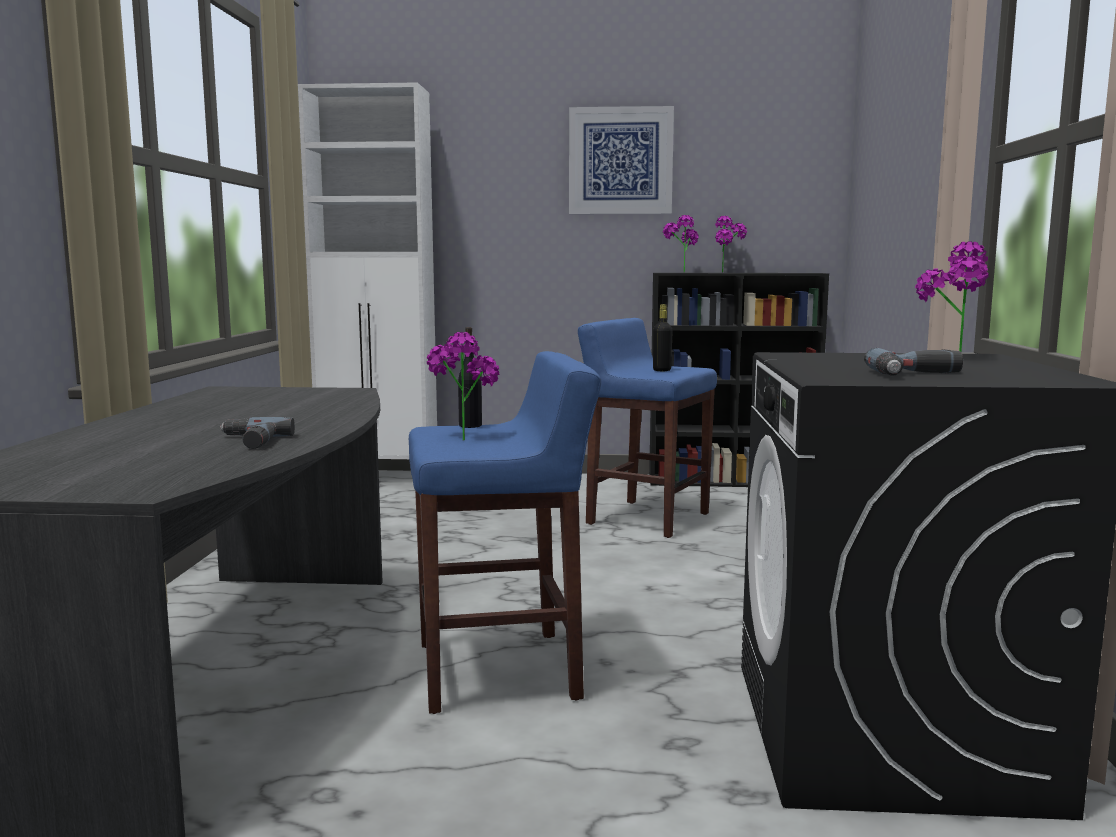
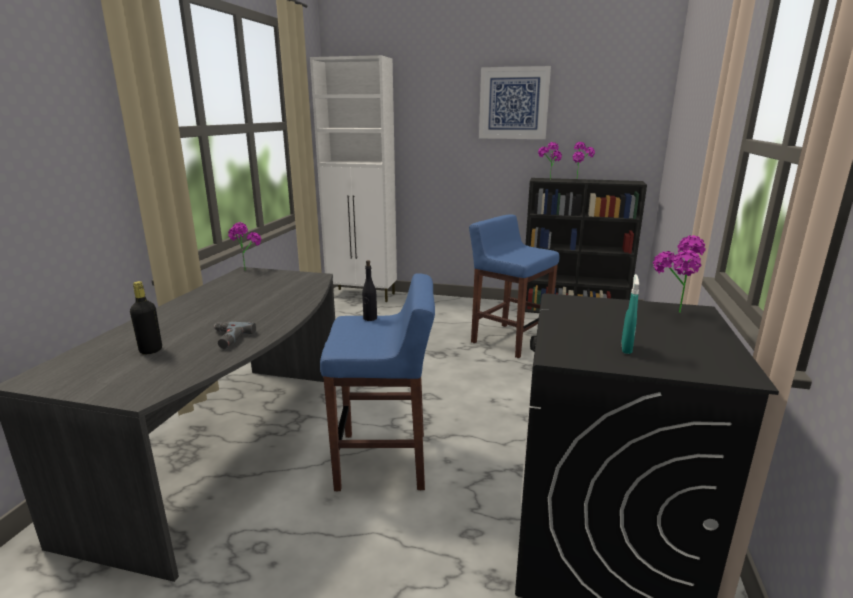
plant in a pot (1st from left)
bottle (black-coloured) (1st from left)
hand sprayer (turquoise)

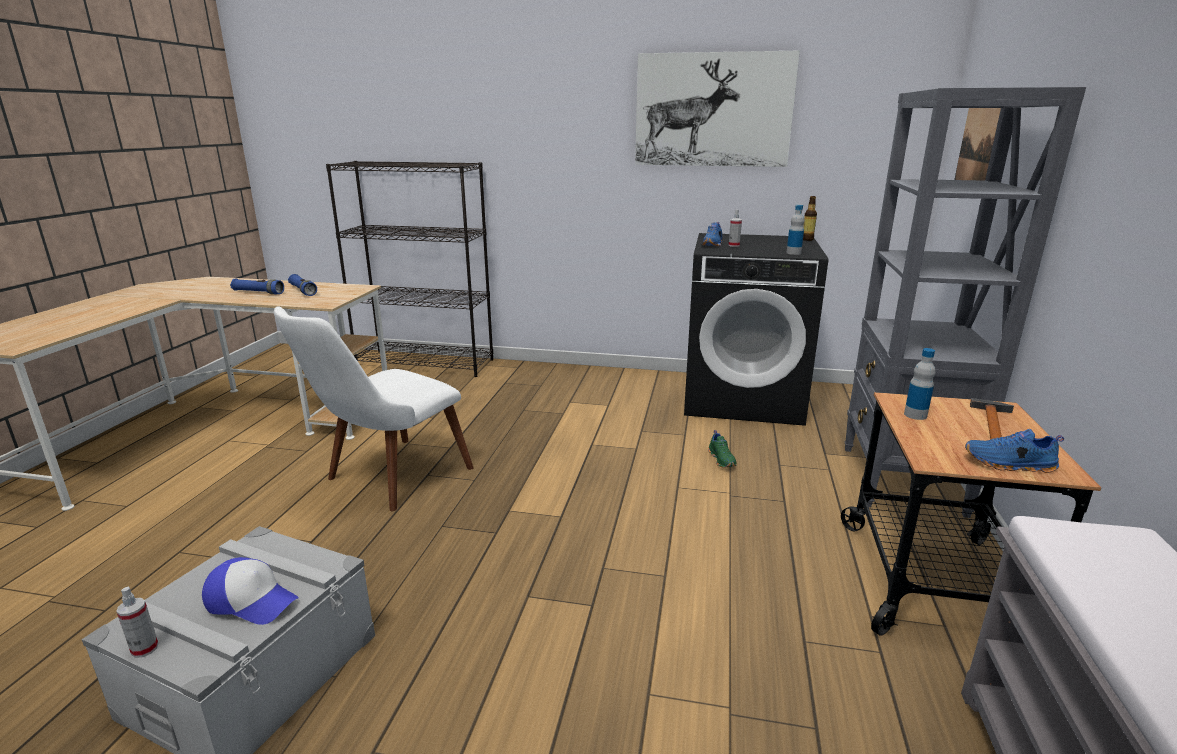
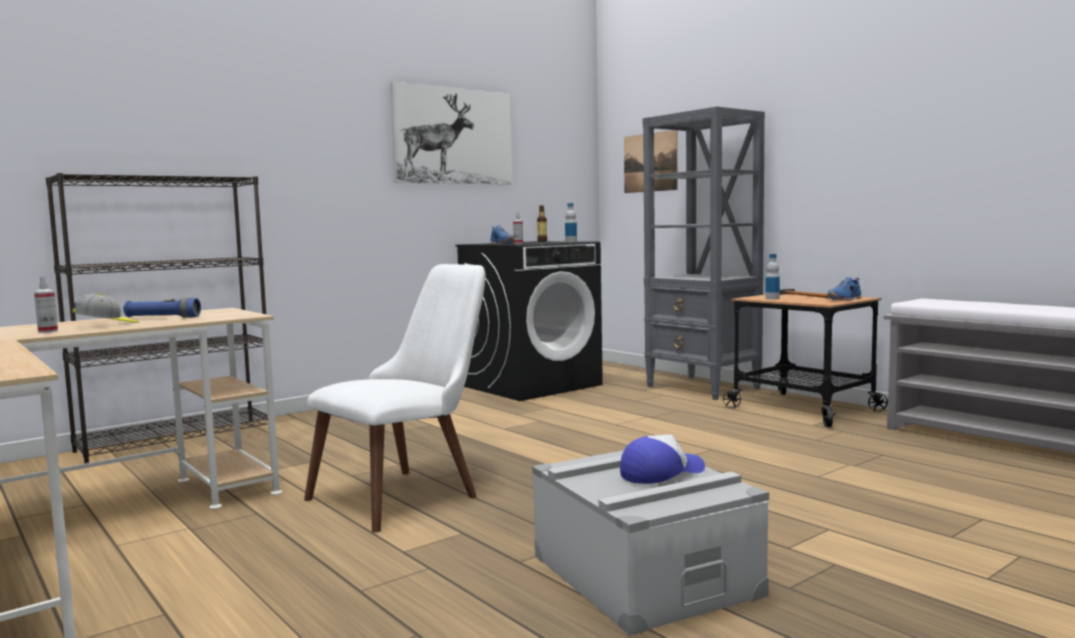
low shoe (greenish)
hand sprayer (1st from left)
cap (1st from left)
chair (white)

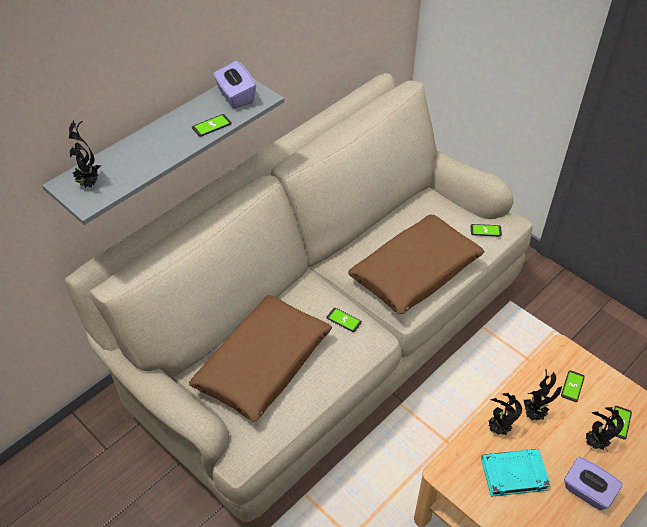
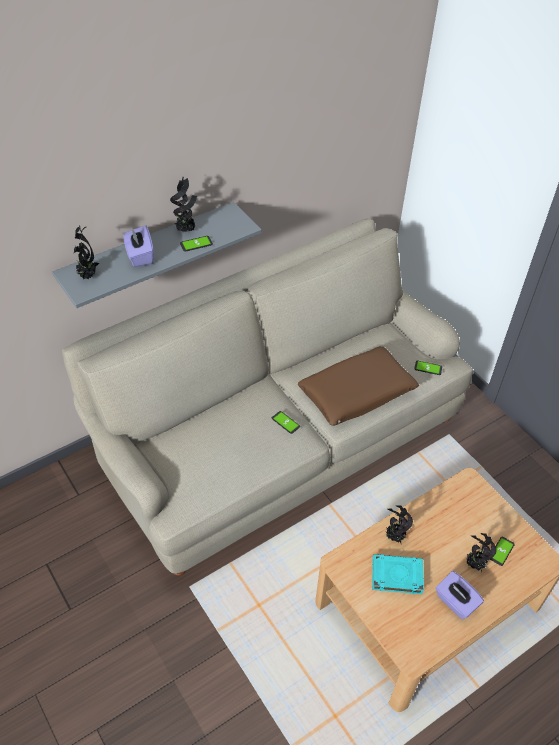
cushion (brown-coloured) (1st from left in the first image)
phone (4th from left in the first image)
tissue holder (purple-coloured) (1st from left)
plant in a pot (2nd from left)

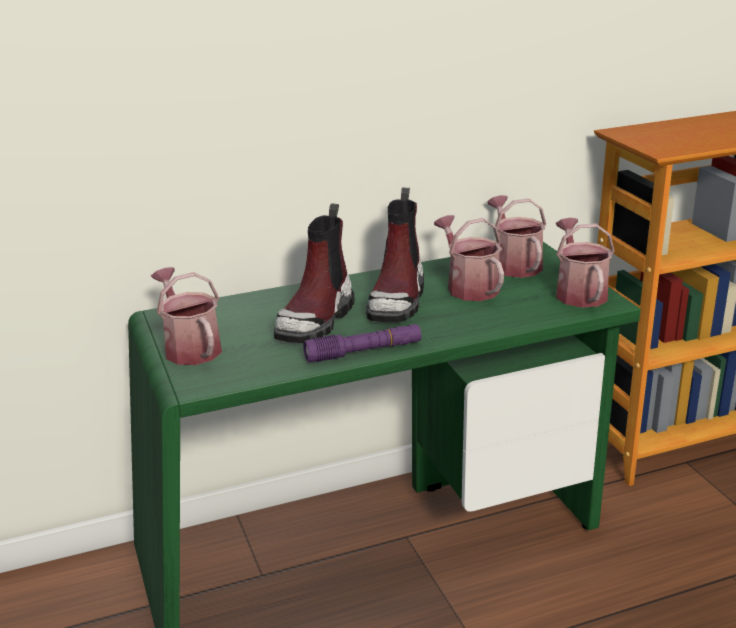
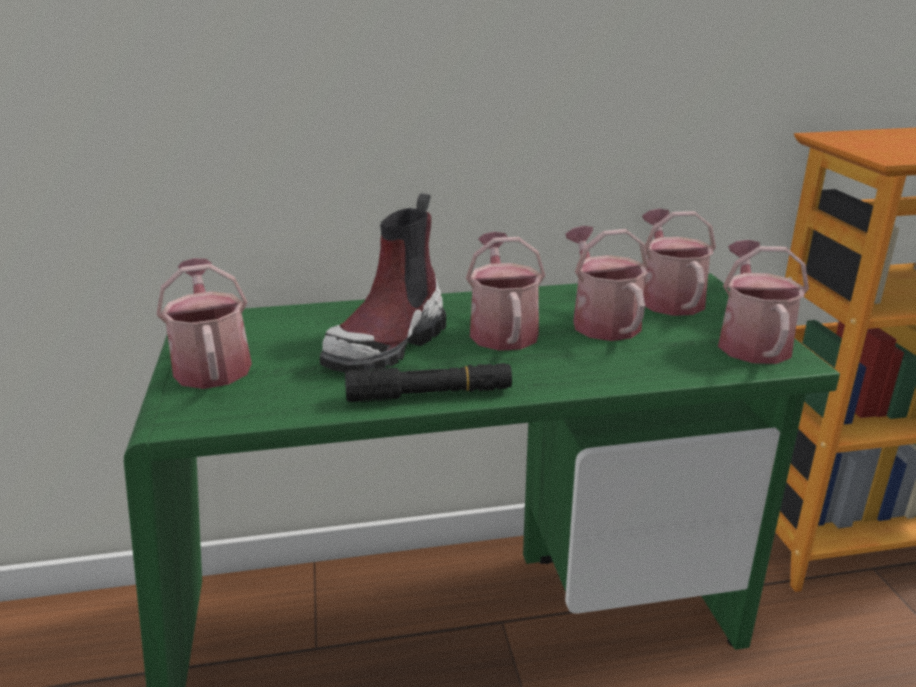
watering can (2nd from left)
torch (black-coloured)

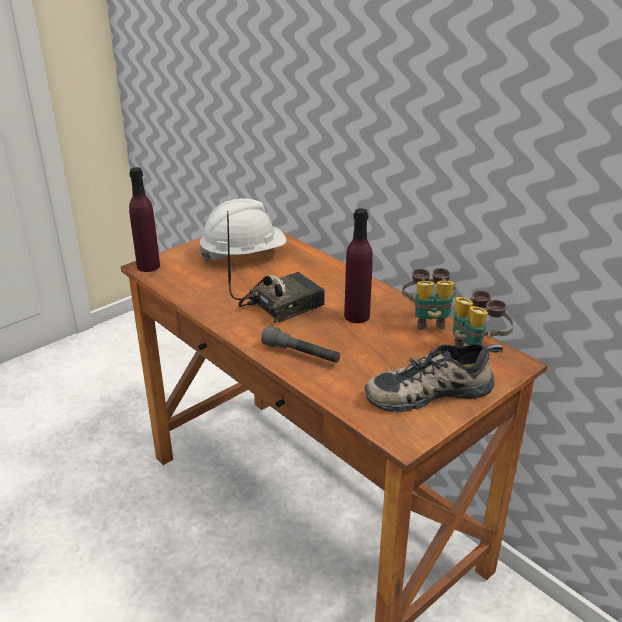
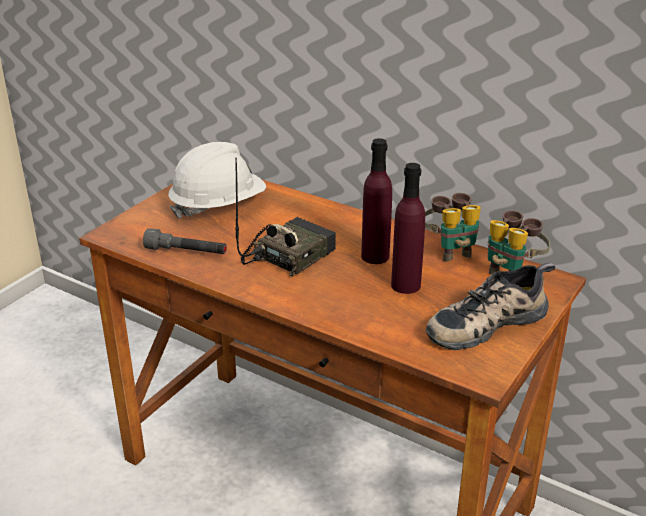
bottle (purple-coloured) (2nd from left)
torch (grey)

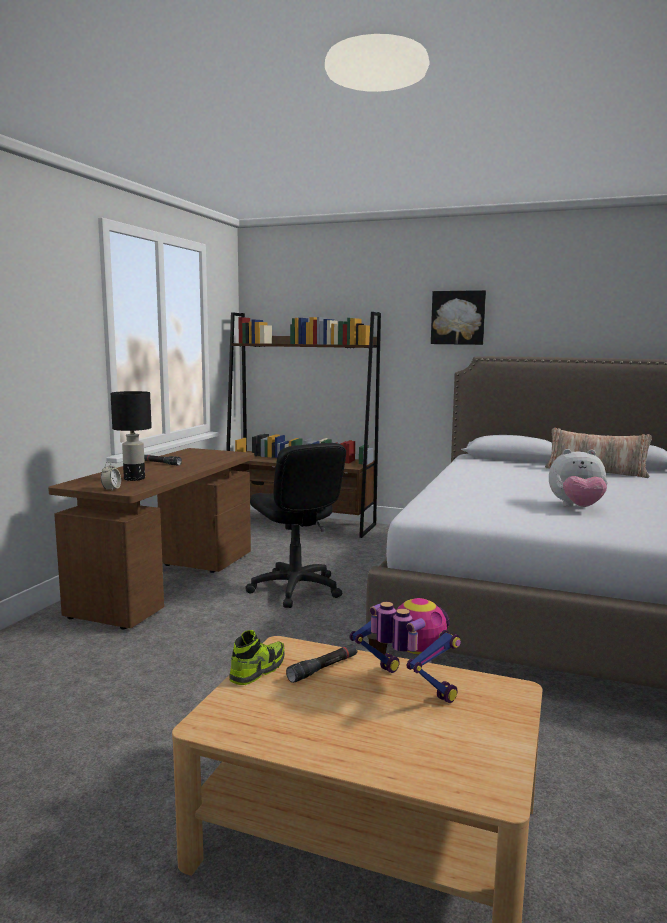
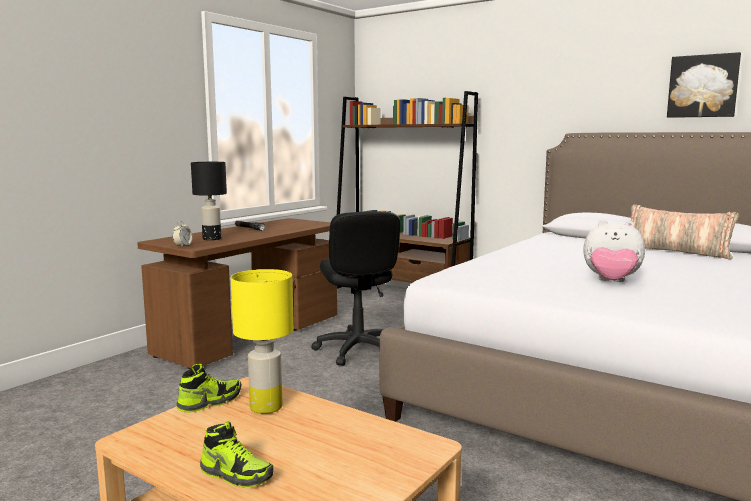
model robot
low shoe (2nd from left)
wall art
tabletop lamp (yellow-coloured)

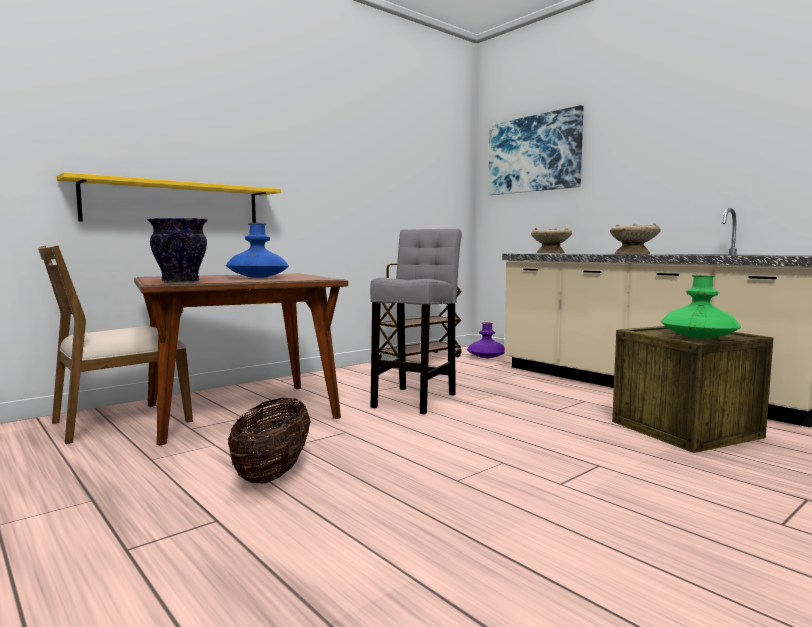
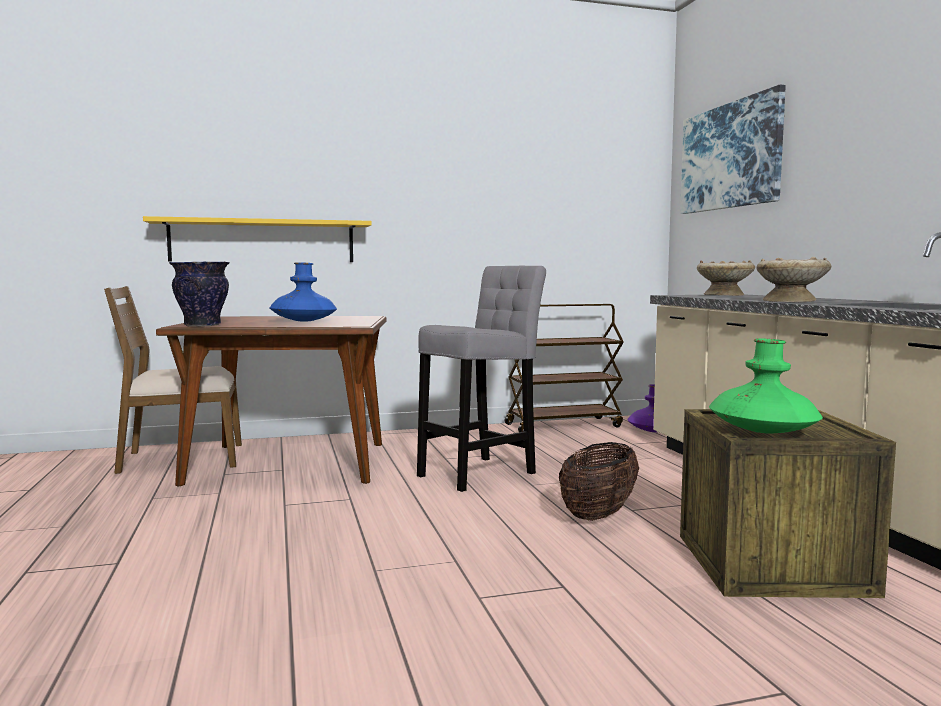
storage basket

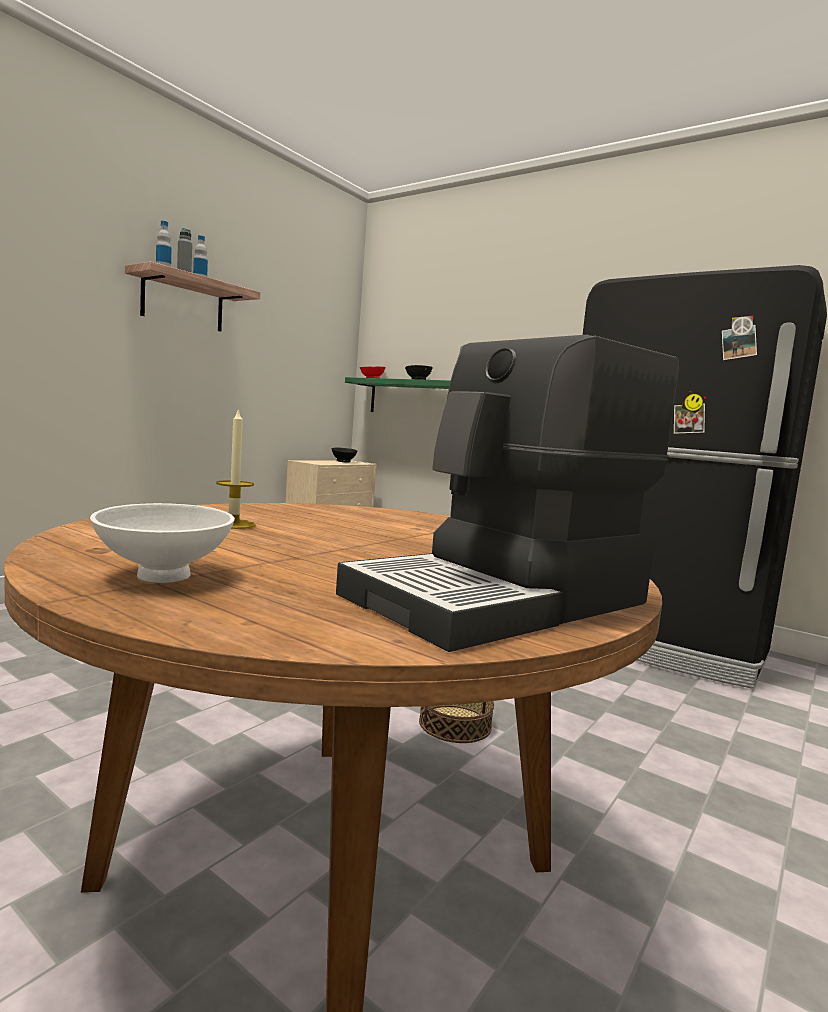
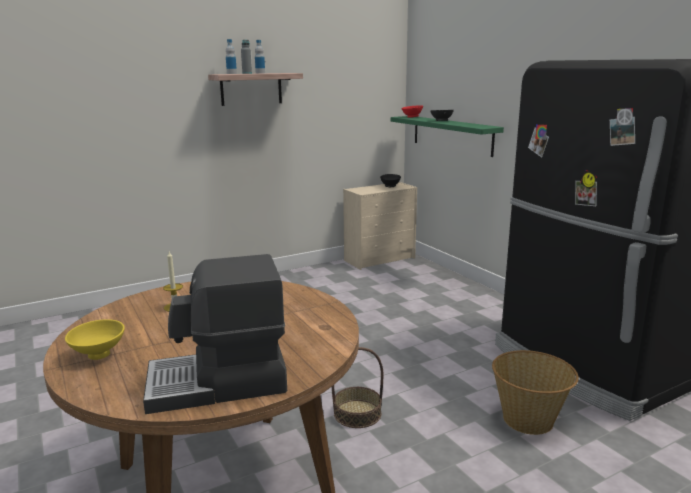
storage basket (2nd from left)
deep dish (yellow-coloured)

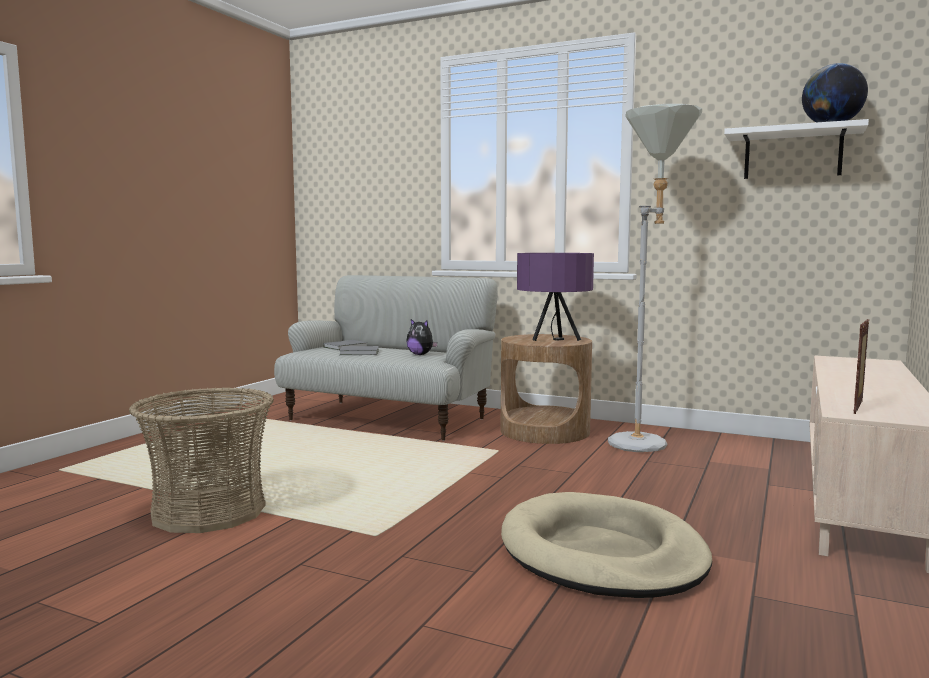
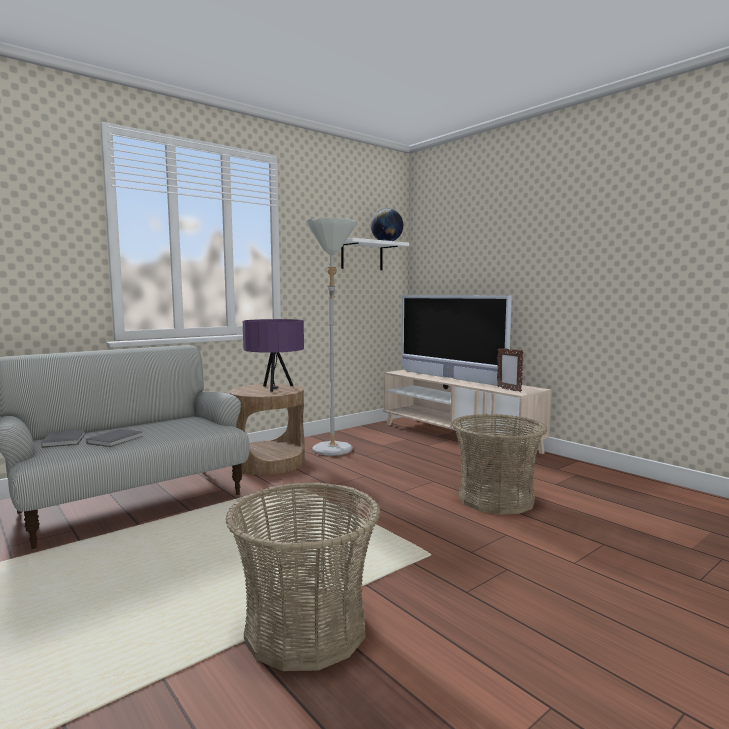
soft toy
TV
storage basket (2nd from left)

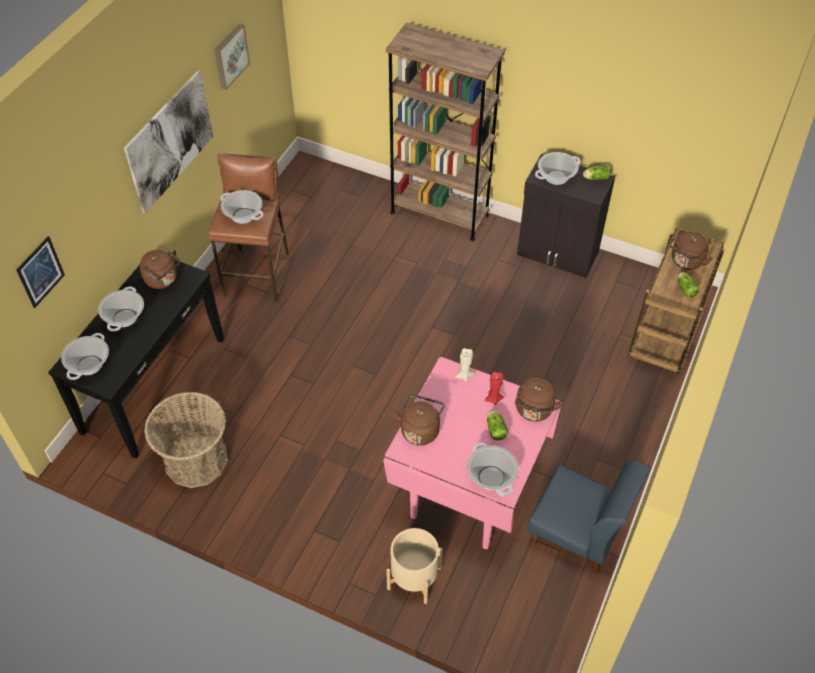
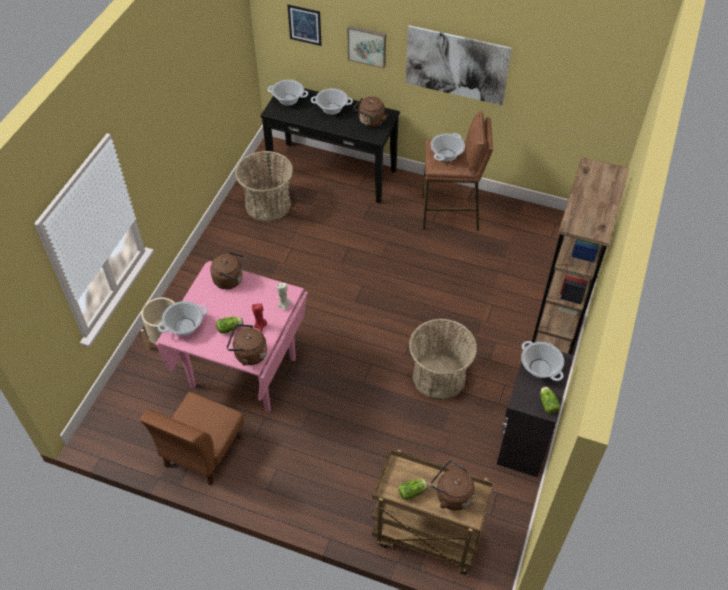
storage basket (2nd from left)
wall art (2nd from left)
chair (brown-coloured)

